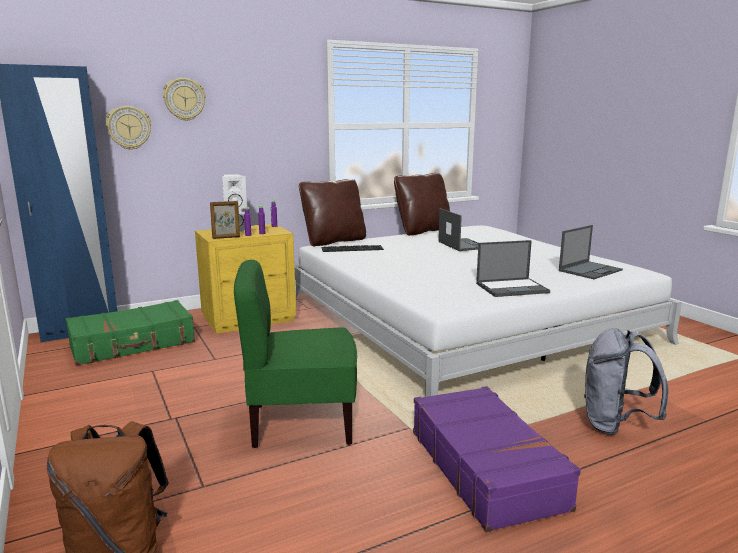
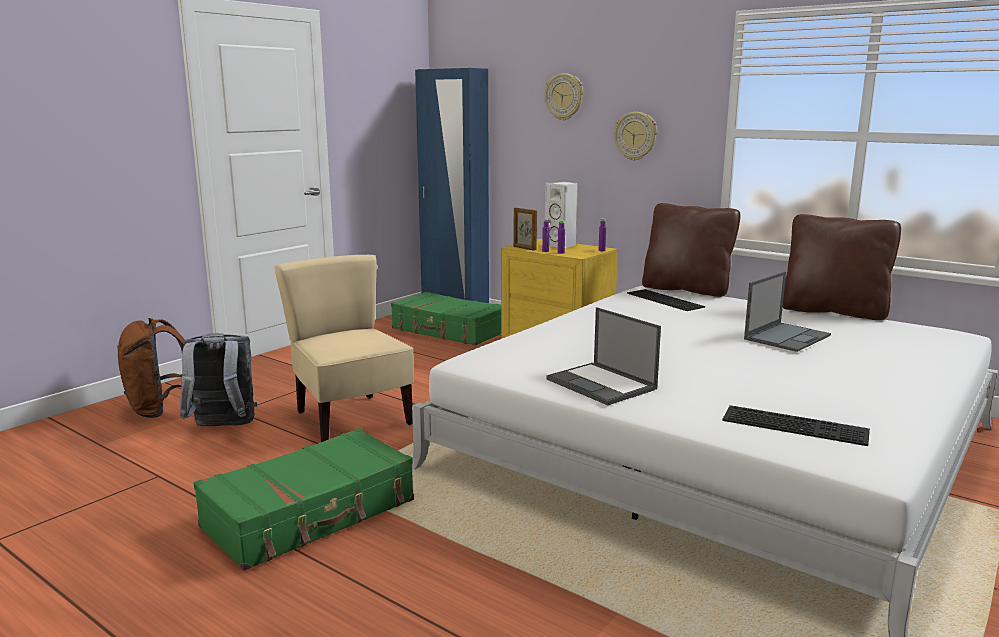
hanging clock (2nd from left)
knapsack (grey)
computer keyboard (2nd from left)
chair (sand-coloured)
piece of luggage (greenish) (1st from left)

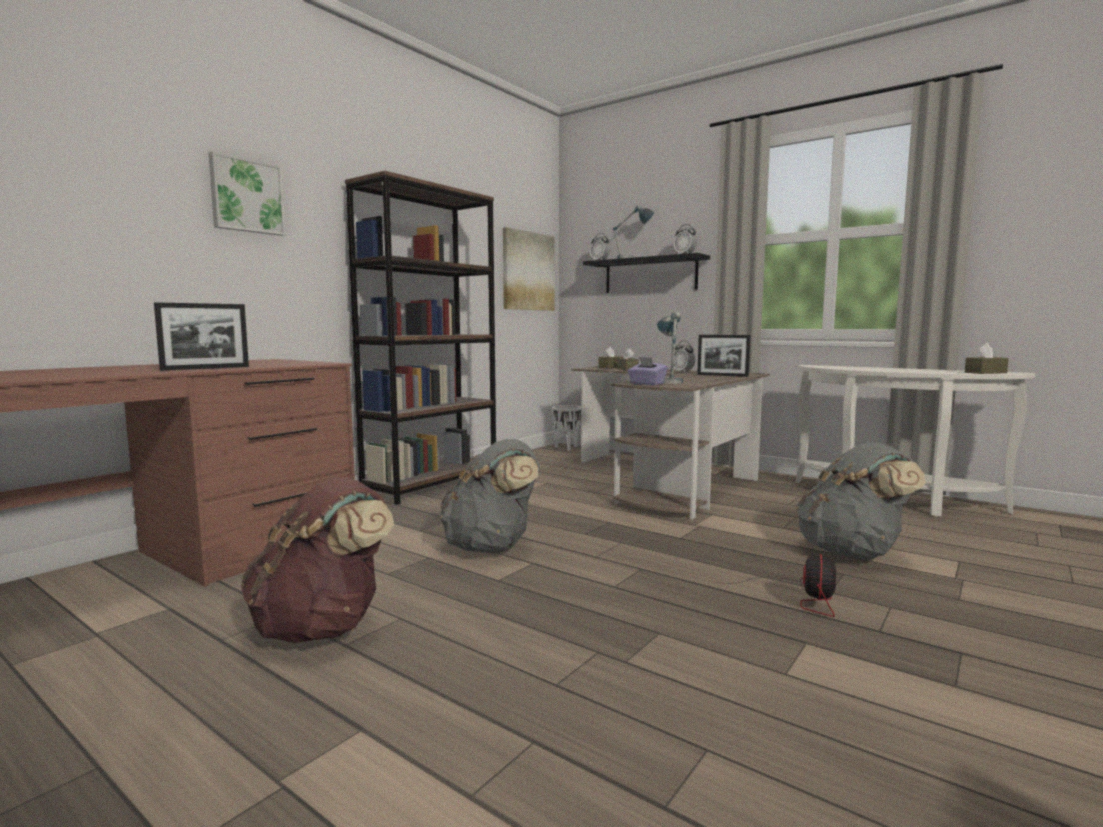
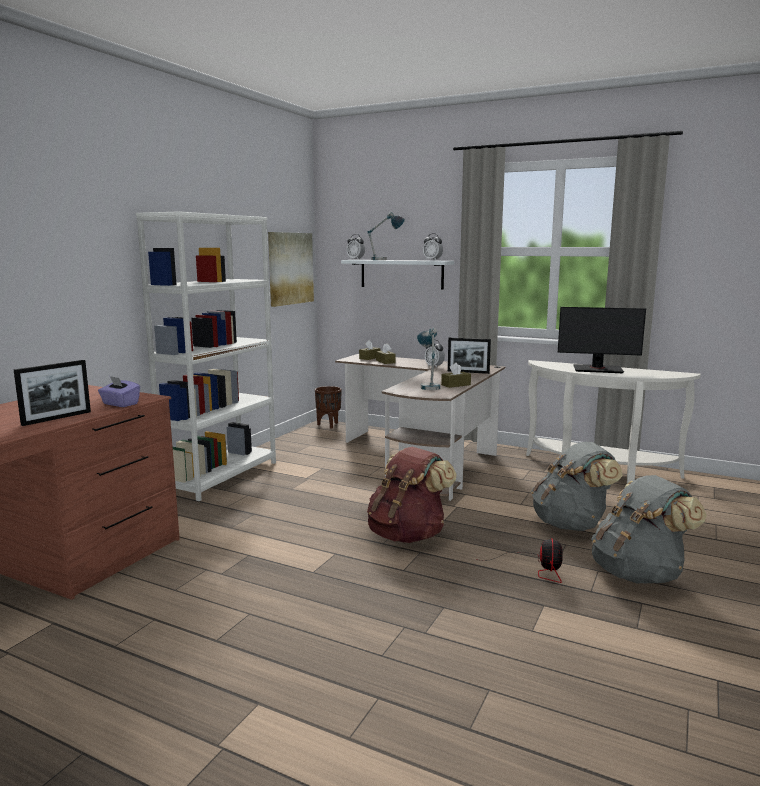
wall art (1st from left in the first image)
computer screen
knapsack (brown-coloured)
knapsack (grey) (2nd from left)
tissue holder (purple-coloured)
tissue holder (brown-coloured) (3rd from left)
bookshelf (white)
flower pot (brown-coloured)
bracket shelf (white)

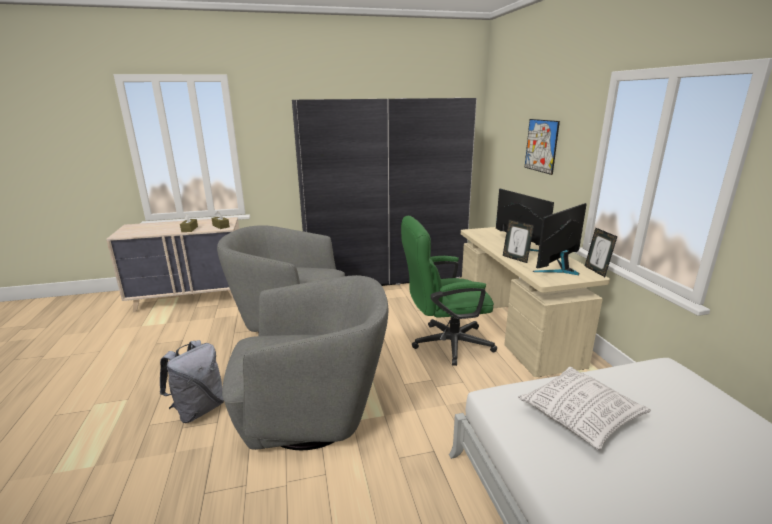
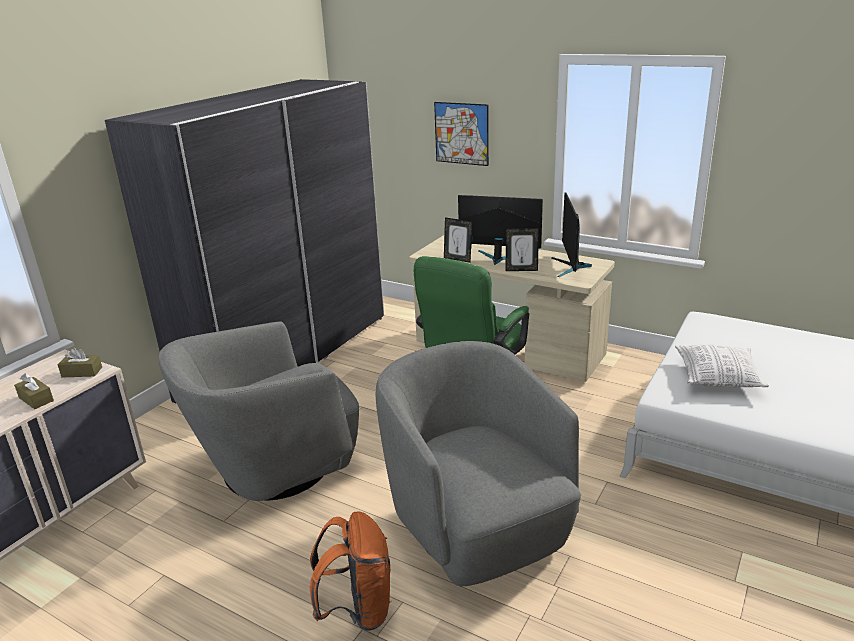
photo frame (1st from left)
knapsack (orange)
easy chair (grey) (2nd from left)

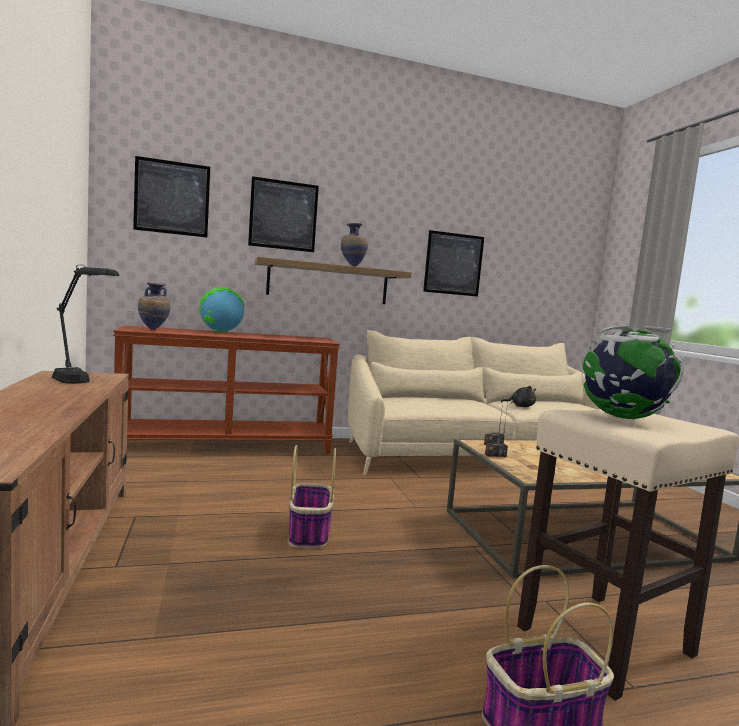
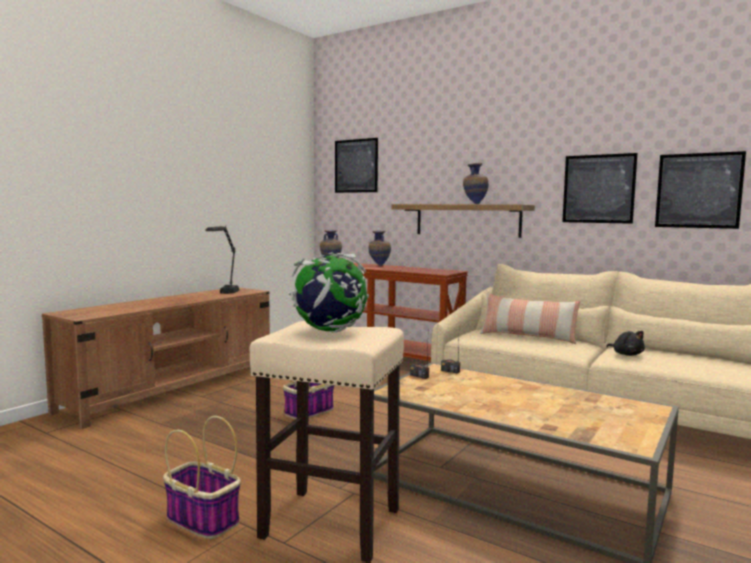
cushion
wall art (3rd from left)
flower vase (2nd from left)

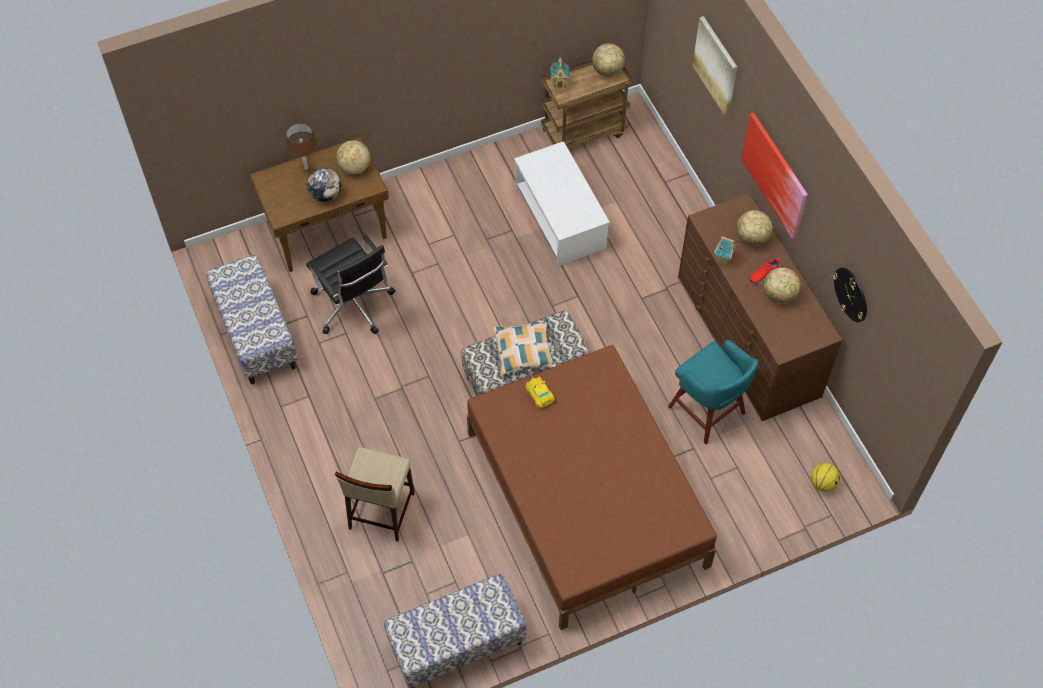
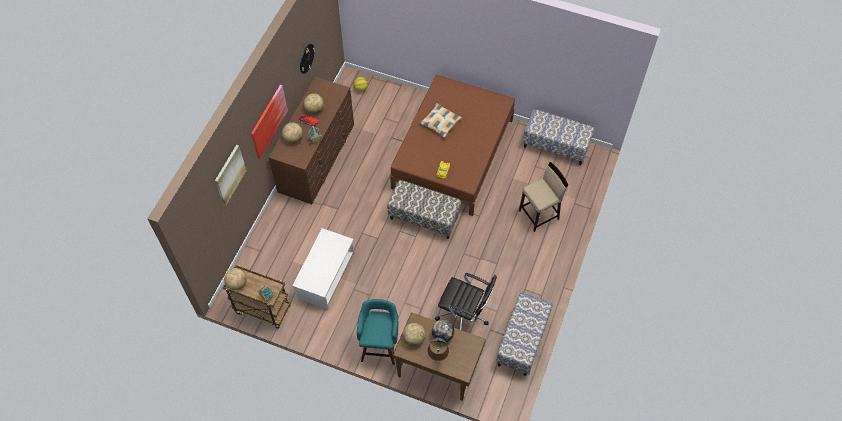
cushion
stool seat (turquoise)
desk chair (black-coloured)

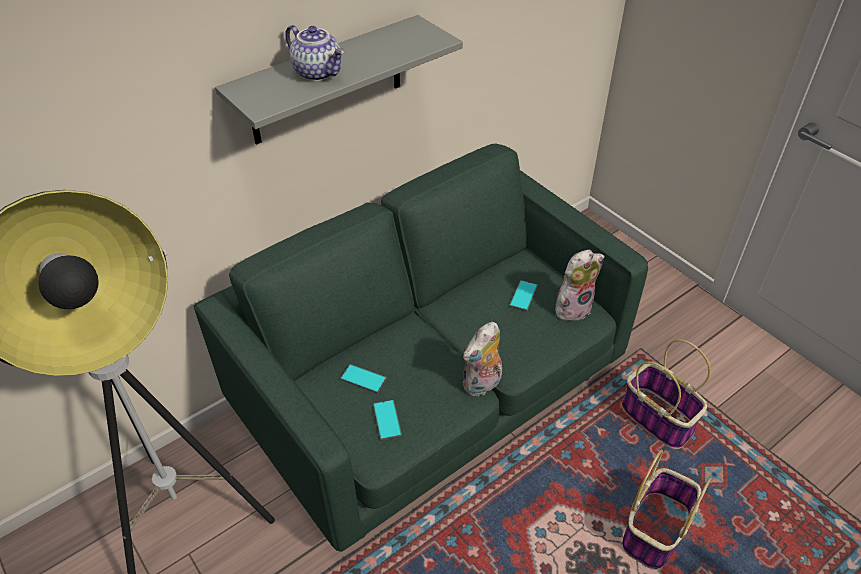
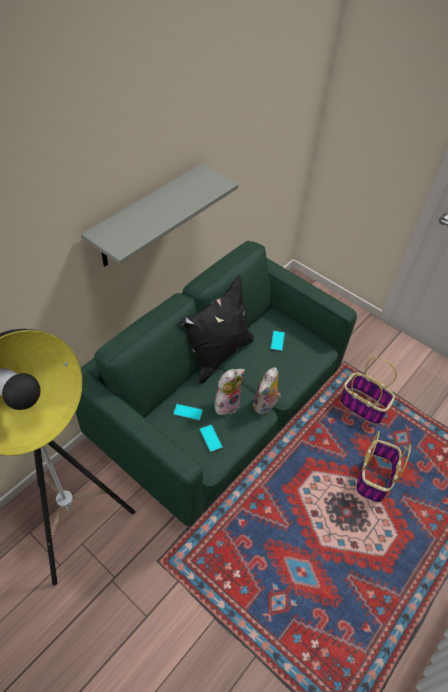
pot for tea
cushion (black-coloured)
soft toy (1st from left)

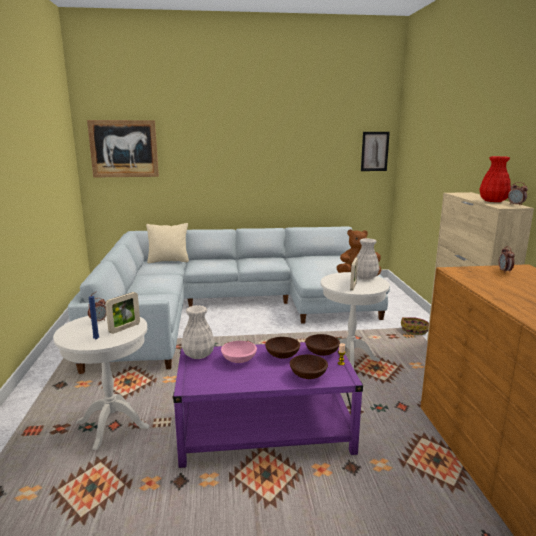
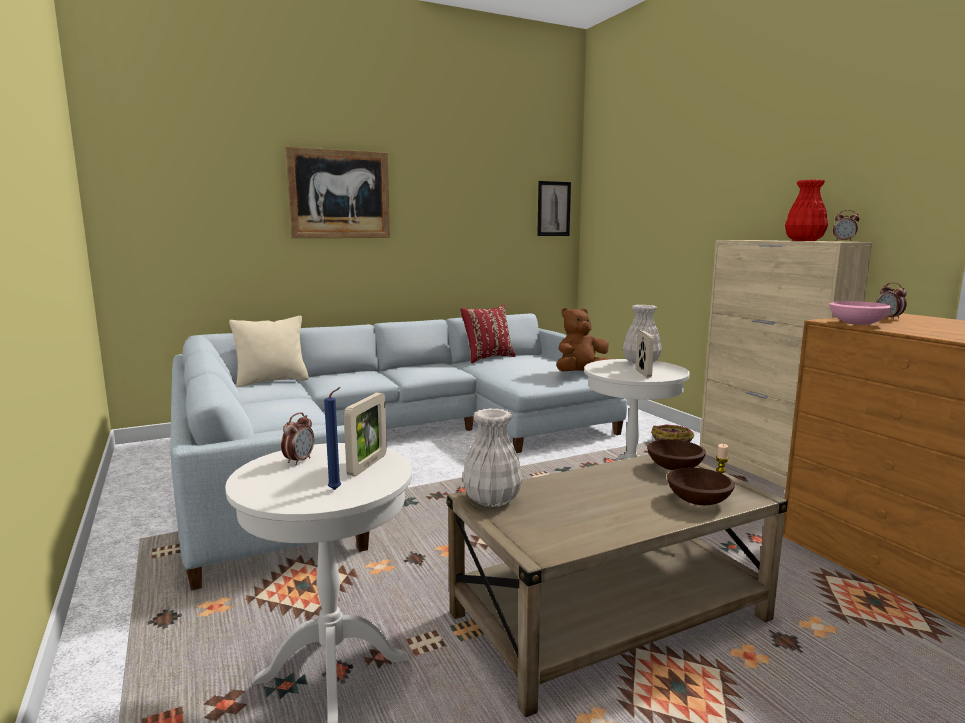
deep dish (brown-coloured) (1st from left in the first image)
cushion (reddish)
wall art (1st from left)
deep dish (pinkish)
lounge table (sand-coloured)

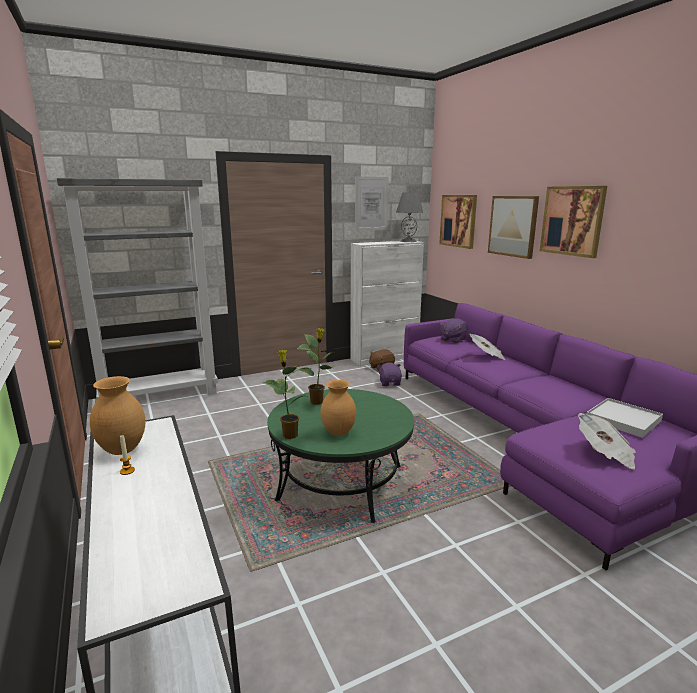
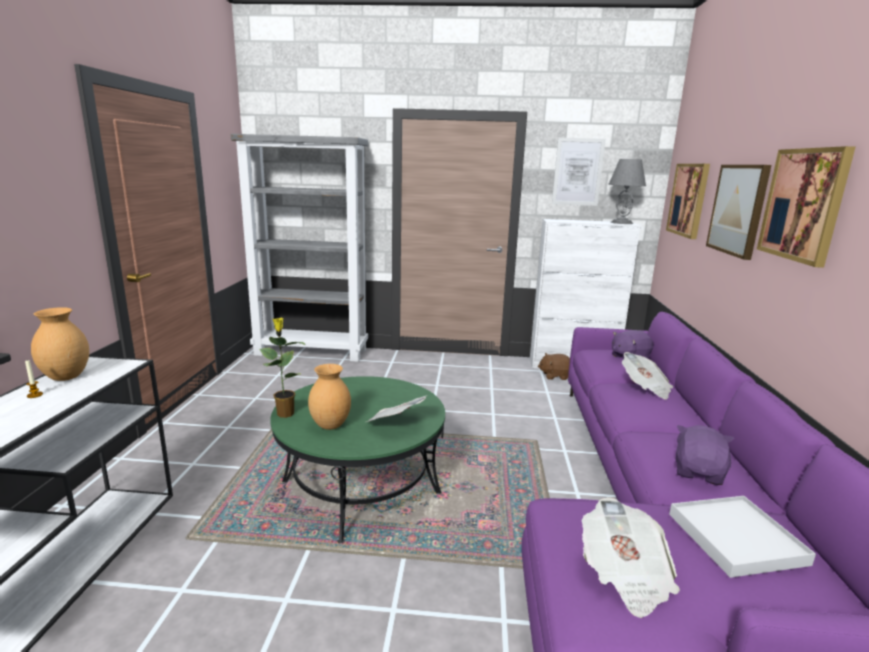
plant in a pot (2nd from left in the first image)
daily paper (1st from left)
soft toy (purple-coloured) (2nd from left)

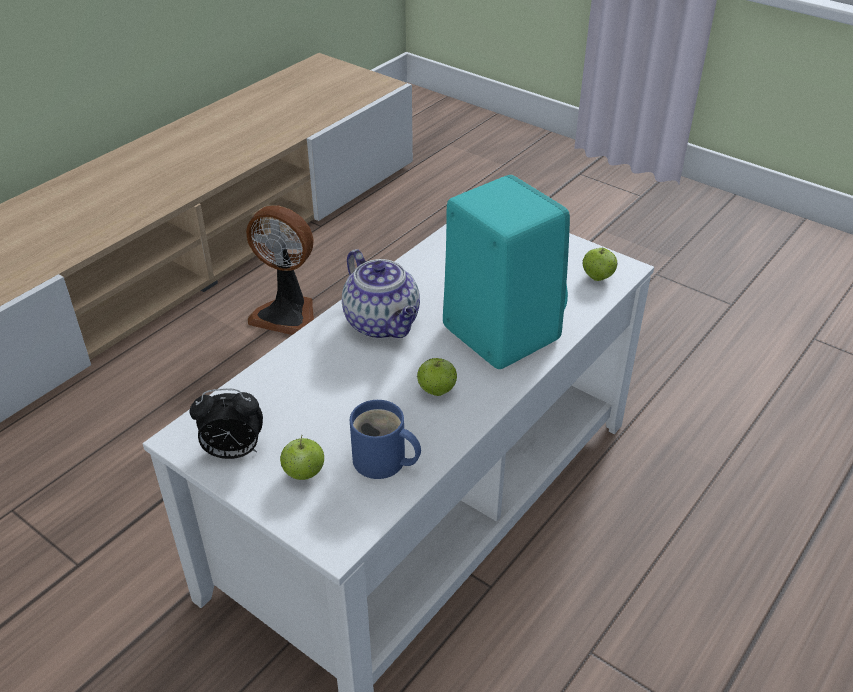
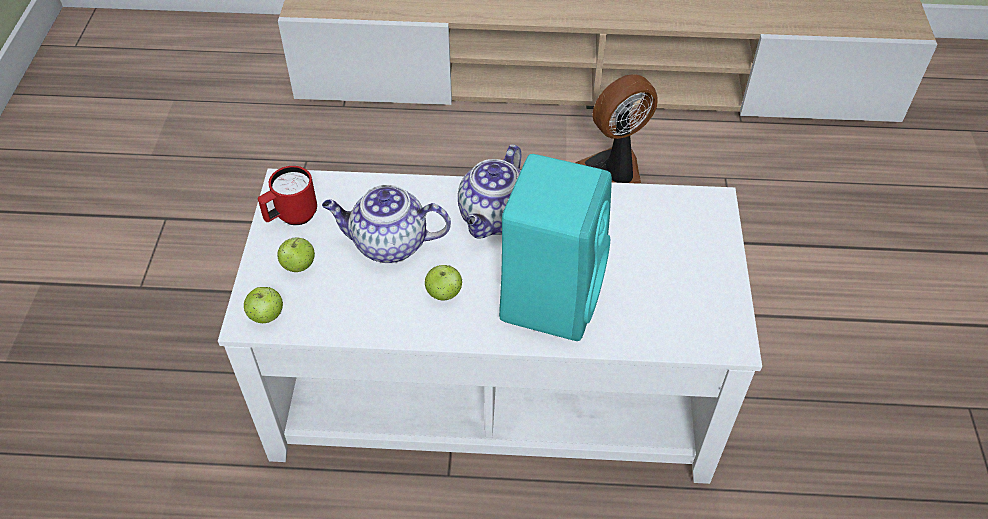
coffee mug (blue-coloured)
pot for tea (1st from left)
whole apple (1st from left)
coffee mug (reddish)
cooling fan

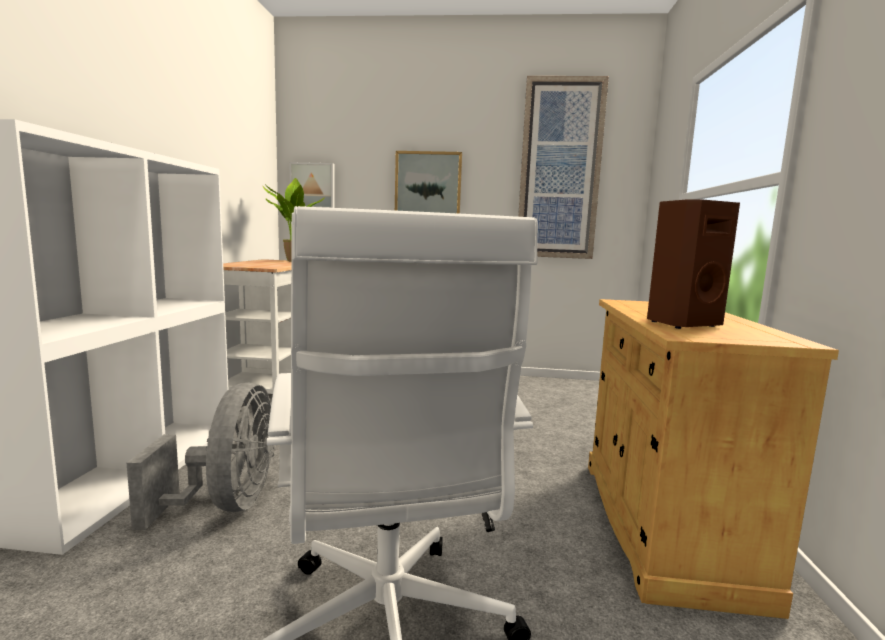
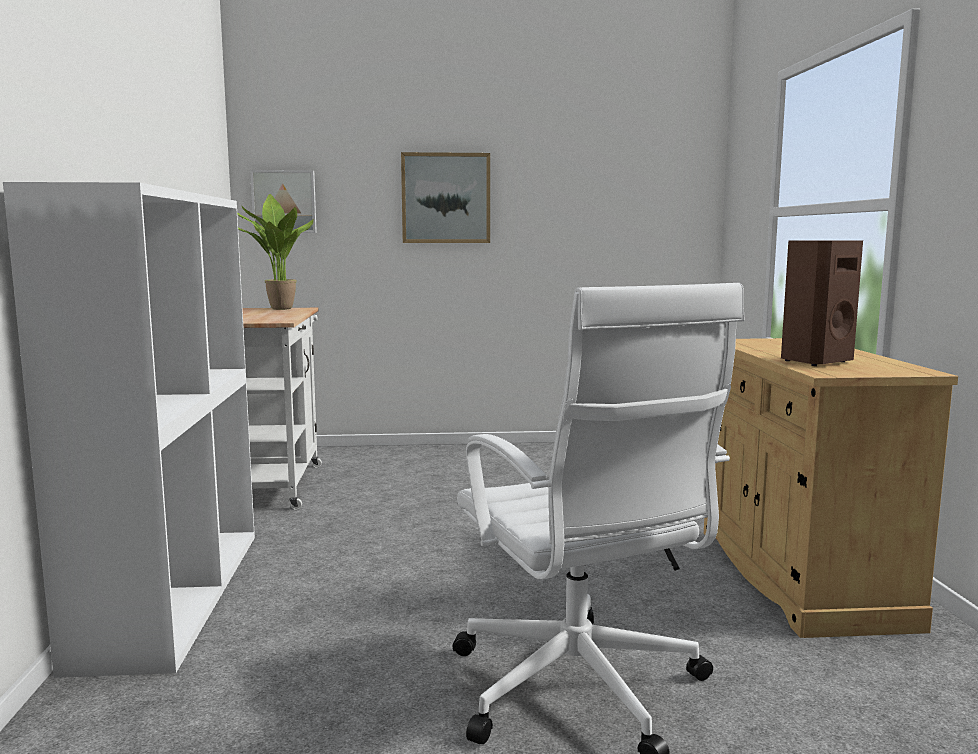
cooling fan (grey)
wall art (3rd from left in the first image)

